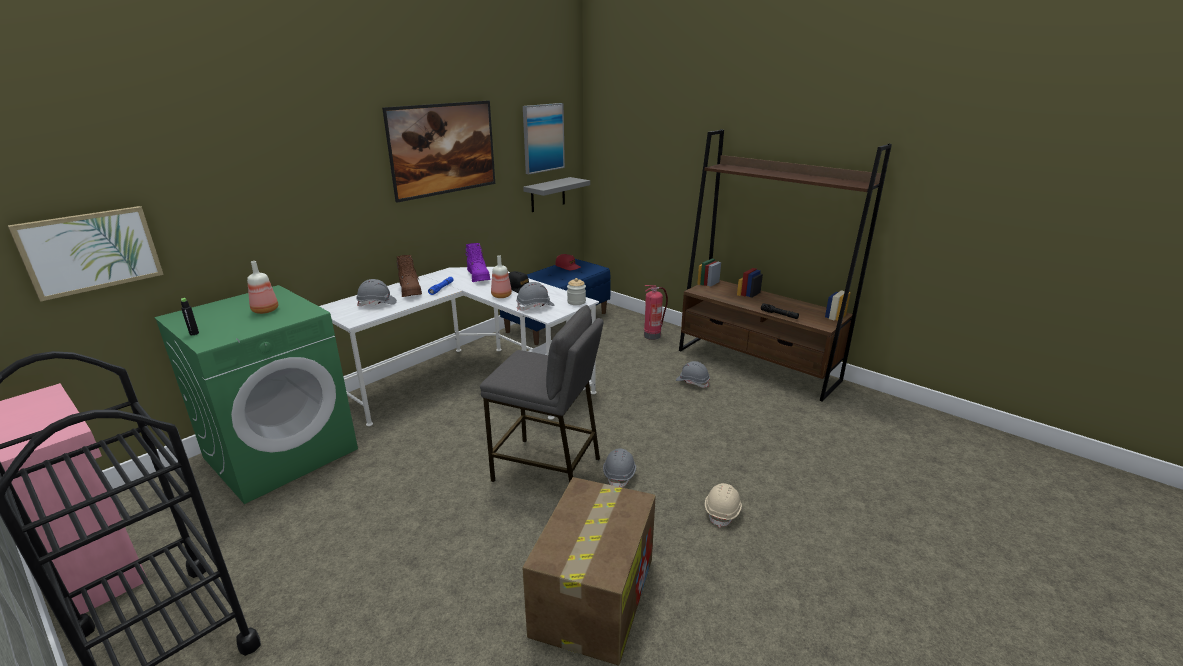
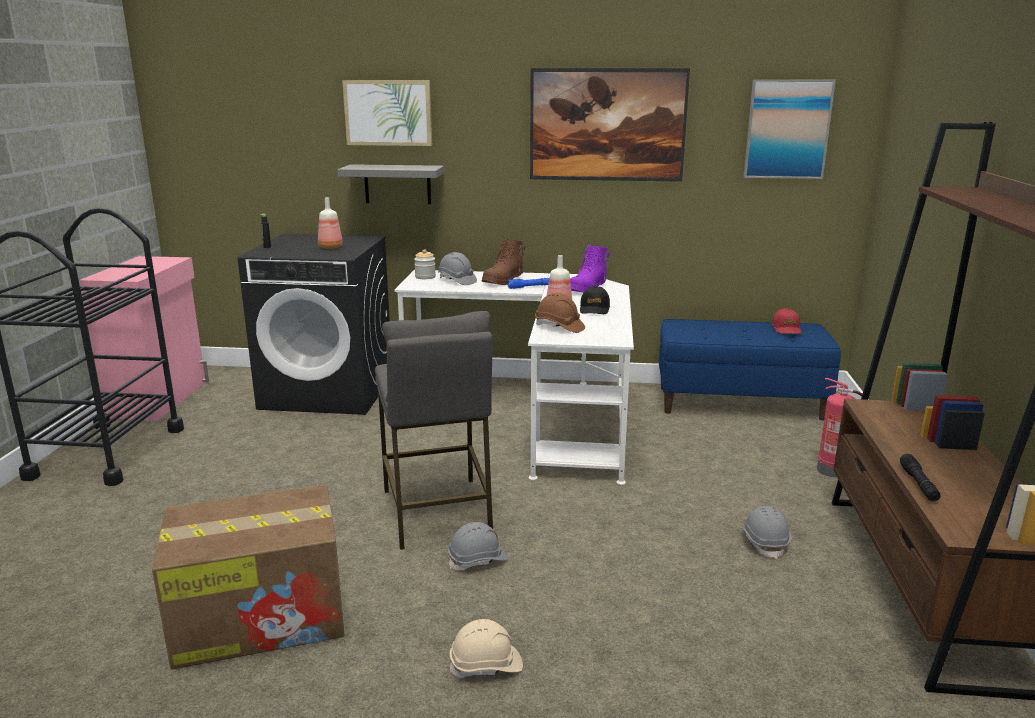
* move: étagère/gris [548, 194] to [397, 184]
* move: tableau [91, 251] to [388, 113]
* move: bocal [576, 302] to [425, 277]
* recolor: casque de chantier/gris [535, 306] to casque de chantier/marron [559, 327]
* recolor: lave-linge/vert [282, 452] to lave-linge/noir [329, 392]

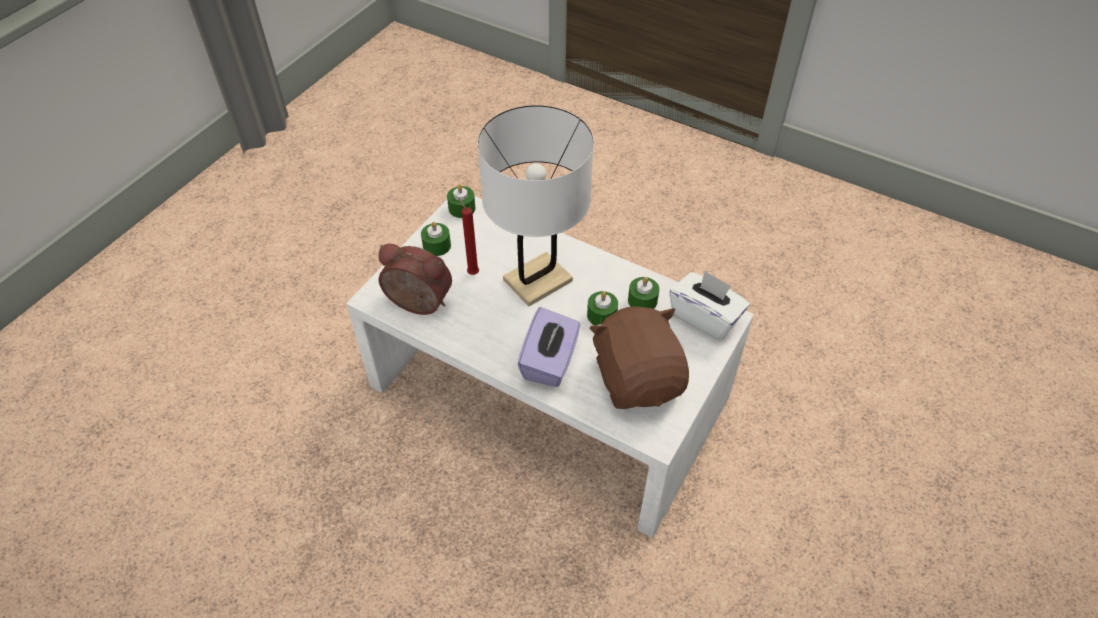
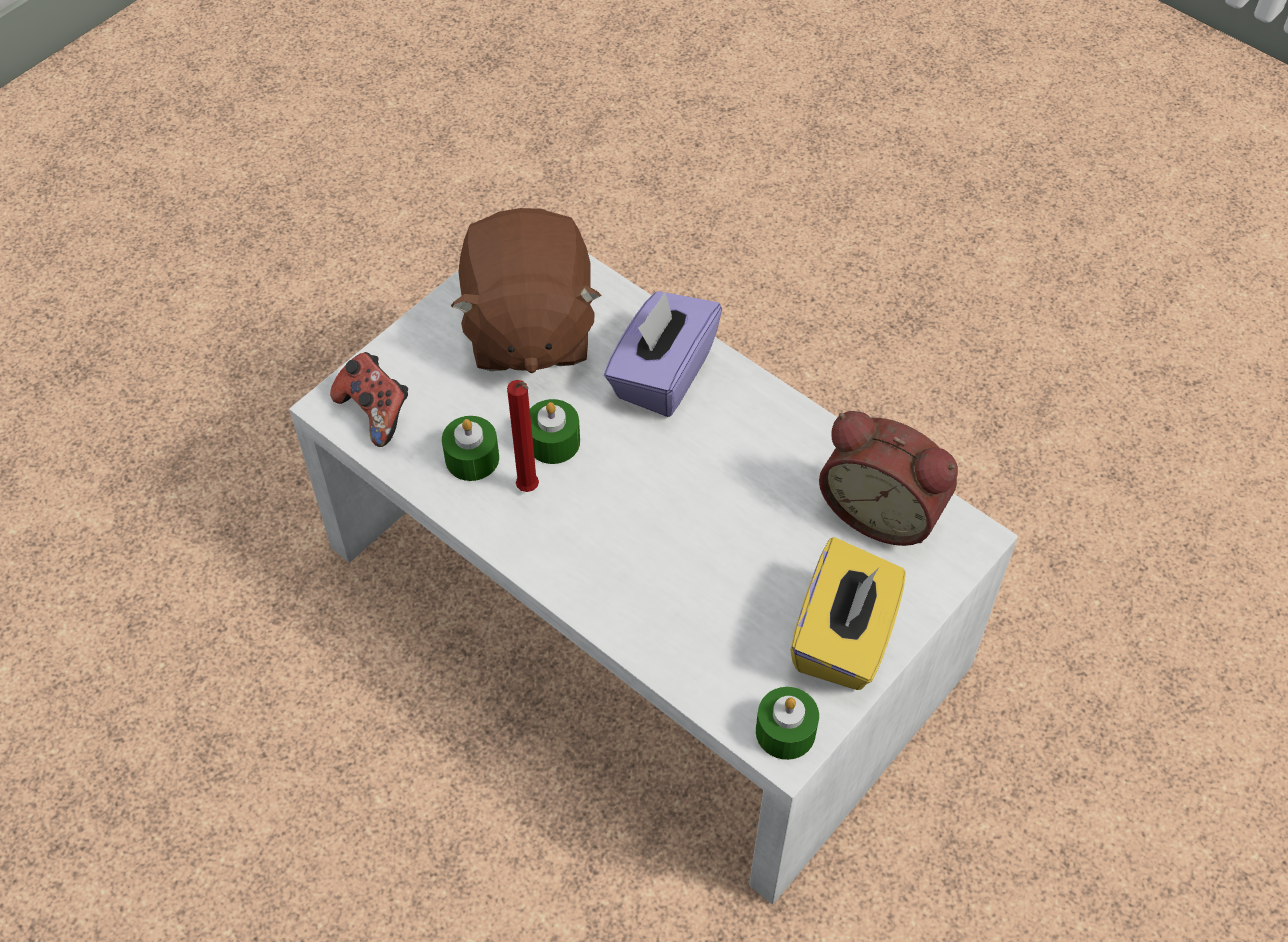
* delete: lampe de table/blanc [537, 280]
* move: bougie/rouge [472, 272] to [529, 490]
* replace: bougie/vert [437, 246] to boîte à mouchoirs/jaune [844, 638]
* replace: boîte à mouchoirs/blanc [705, 317] to manette [375, 412]

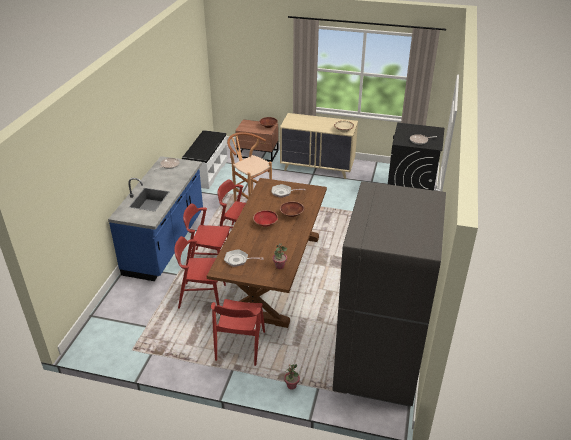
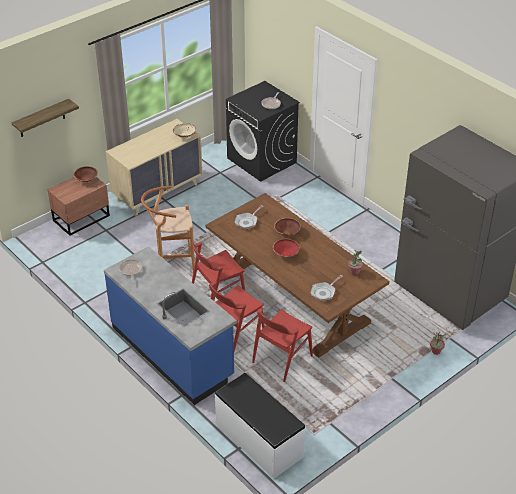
* move: banc/blanc [206, 172] to [258, 440]
* delete: chaise/rouge [240, 346]
* insert: étagère [41, 118]

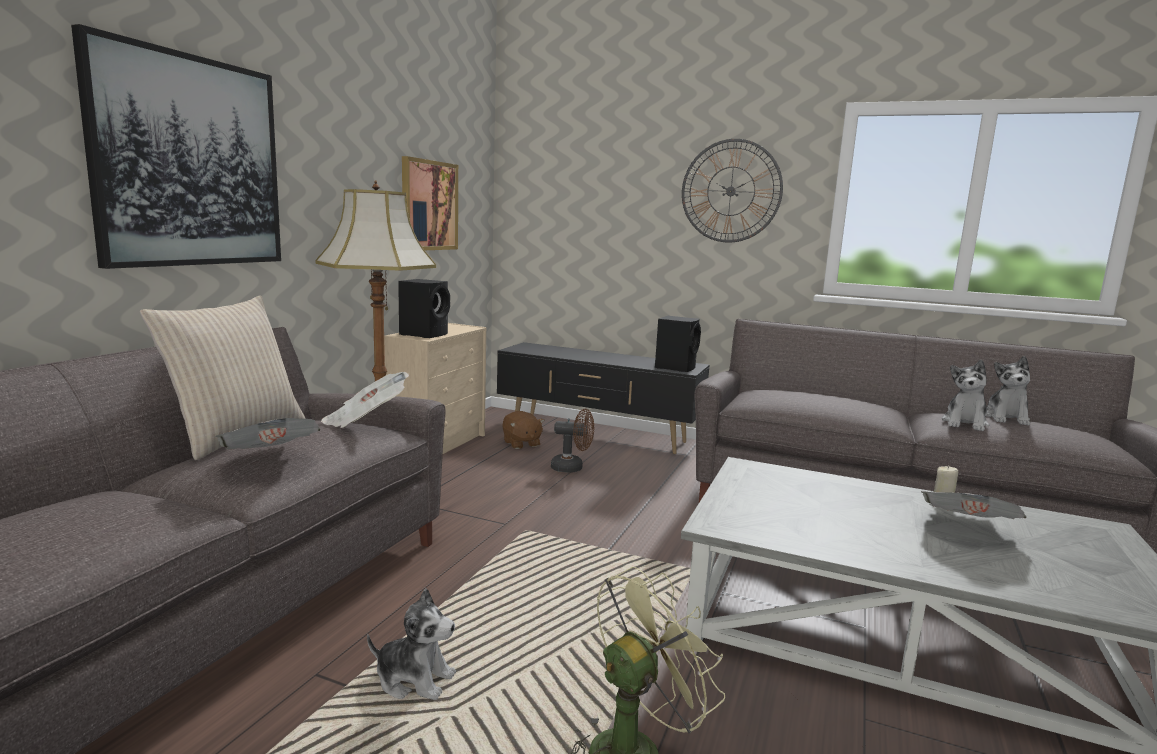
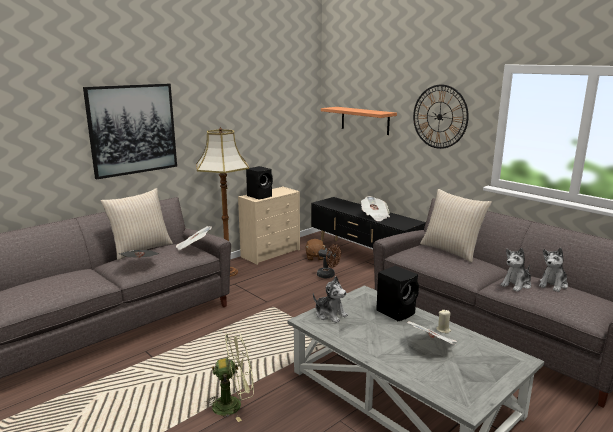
* delete: tableau [429, 205]
* move: enceinte/noir [676, 367] to [396, 312]
* move: peluche [414, 680] to [330, 314]
* insert: étagère [365, 120]
* insert: coussin/beige [451, 251]
* insert: journal [375, 216]

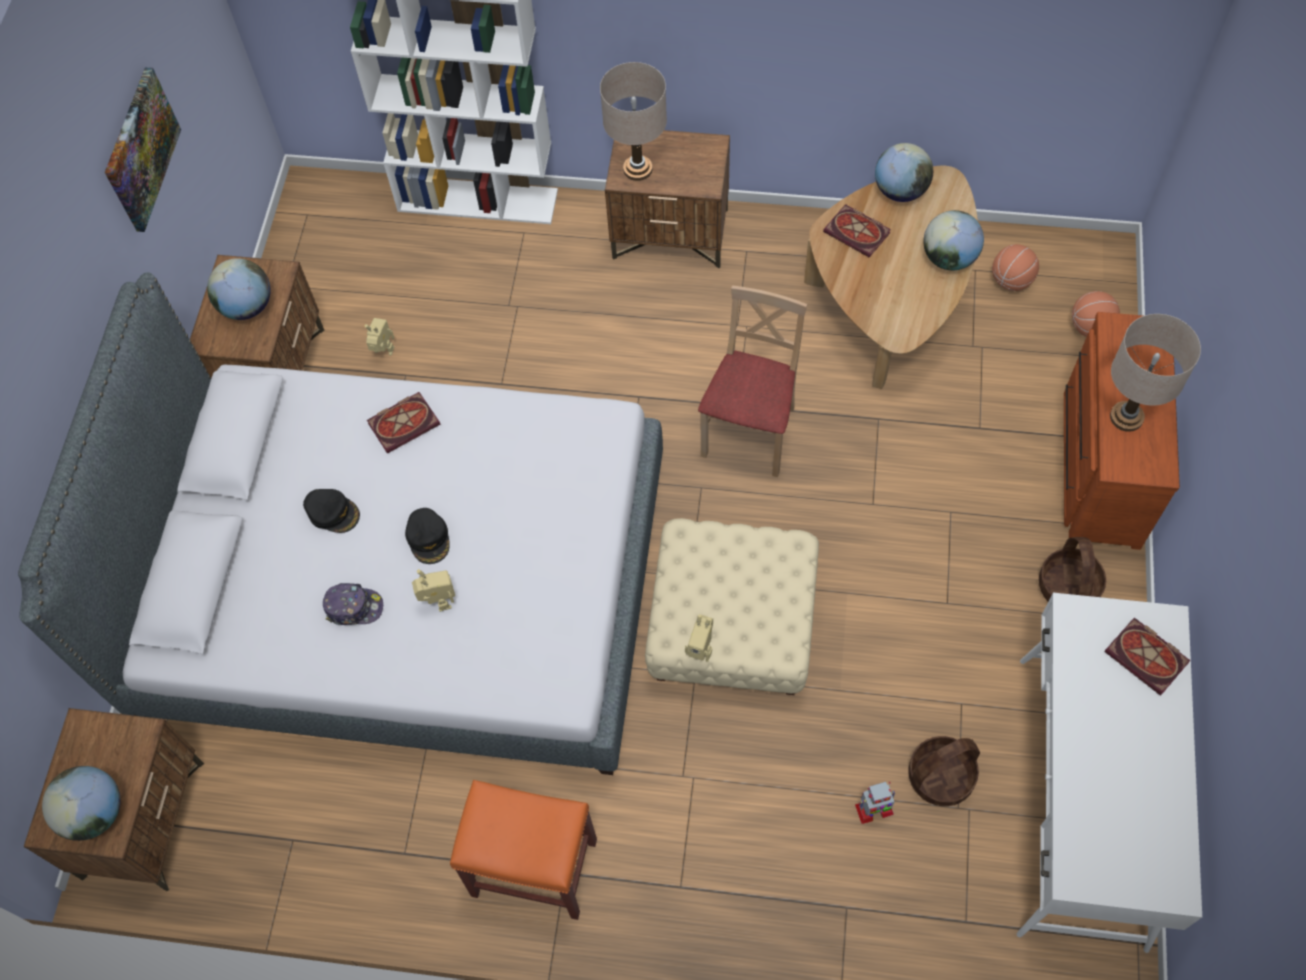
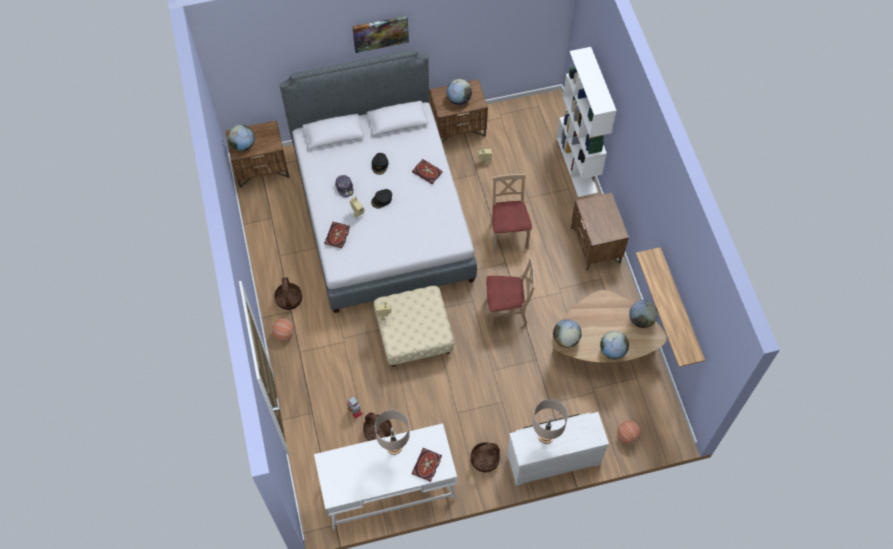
* move: lampe de table/beige [638, 169] to [394, 447]
* move: tableau [140, 149] to [380, 33]
* move: livre [858, 233] to [337, 236]
* move: ballon de basket [1011, 281] to [284, 334]
* recolor: commode/marron [1098, 464] to commode/blanc [552, 457]
* replace: tabouret/orange [532, 868] to panier [289, 299]
* insert: chaise/beige [508, 234]
* insert: étagère [680, 307]
* insert: globe [566, 339]

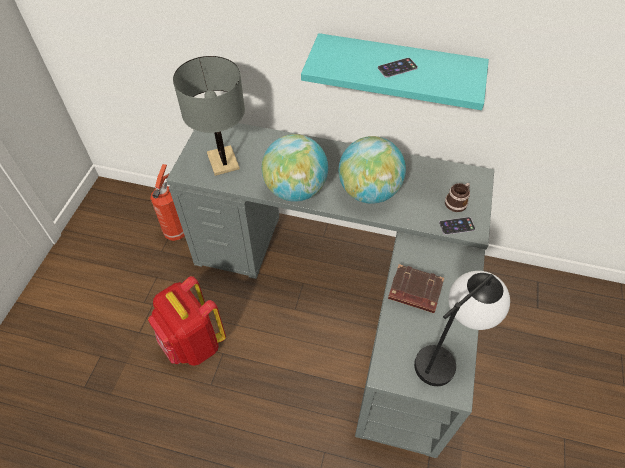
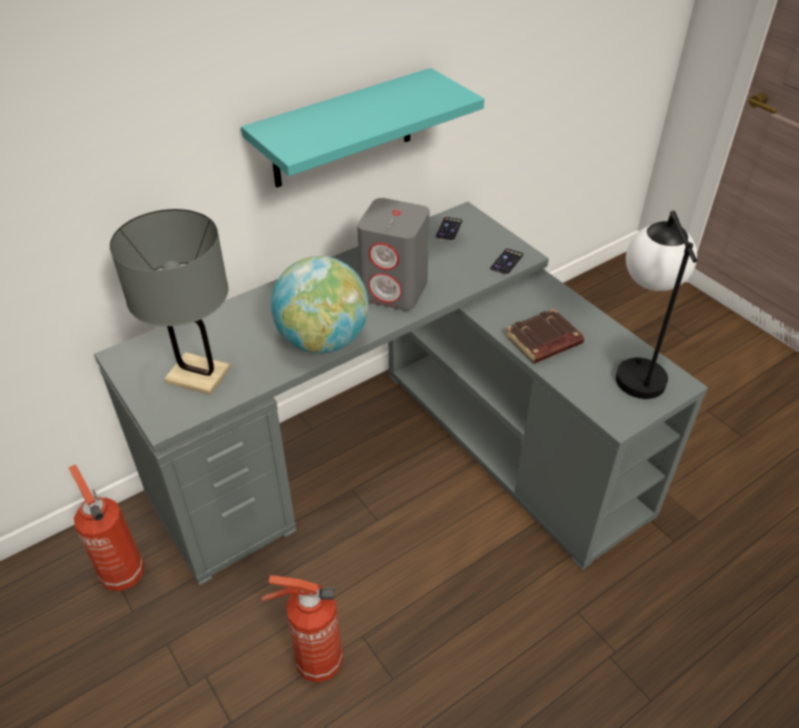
* move: téléphone [397, 68] to [448, 229]
* replace: globe [369, 191] to enceinte/gris [395, 290]
* delete: mug [457, 202]
* replace: sac à dos/rouge [193, 343] to extincteur [315, 661]

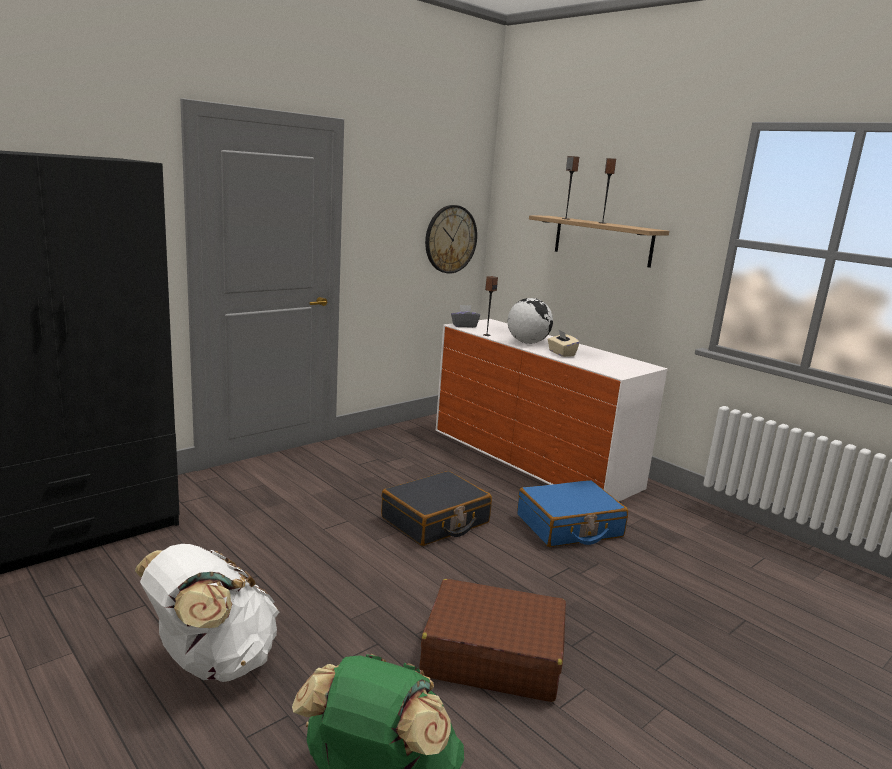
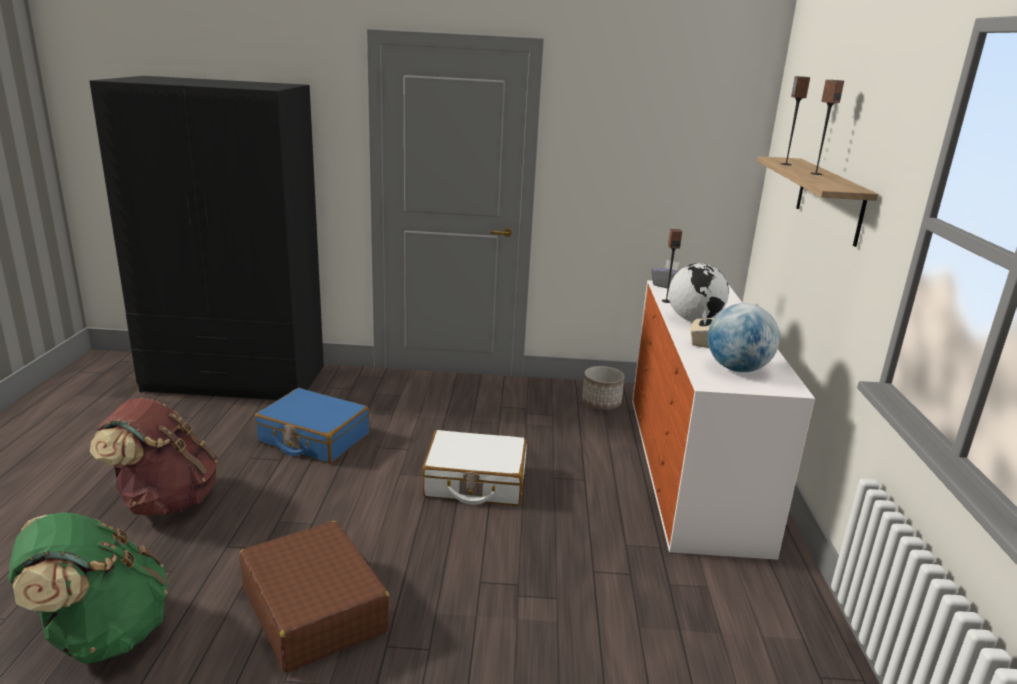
* delete: horloge murale [450, 239]
* recolor: valise/noir [435, 521] to valise/blanc [475, 482]
* move: valise/bleu [569, 526] to [313, 438]
* recolor: sac à dos/blanc [212, 662] to sac à dos/marron [165, 501]
* insert: globe [737, 369]
* insert: cache-pot [601, 403]

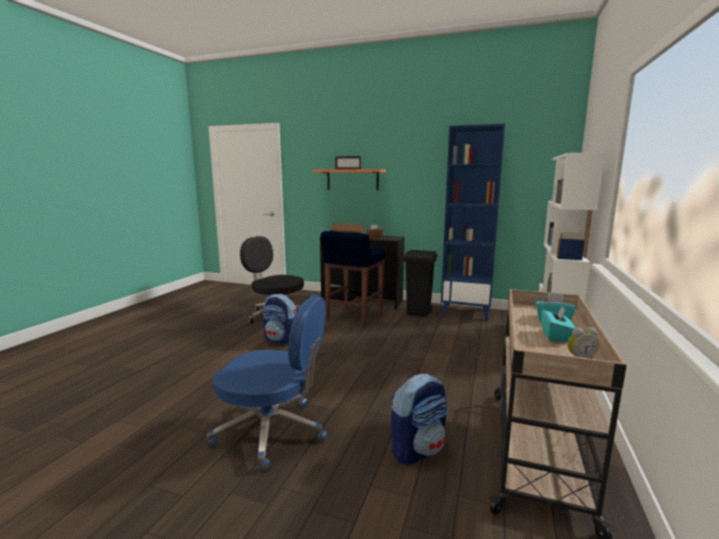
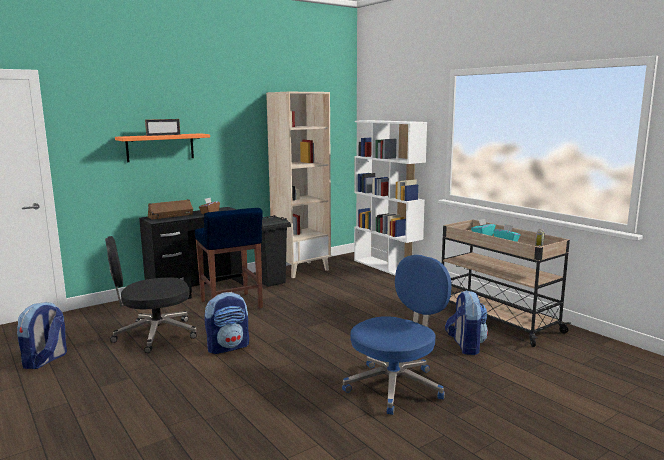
* recolor: bibliothèque/bleu [466, 312] to bibliothèque/beige [301, 269]
* insert: sac à dos [45, 360]

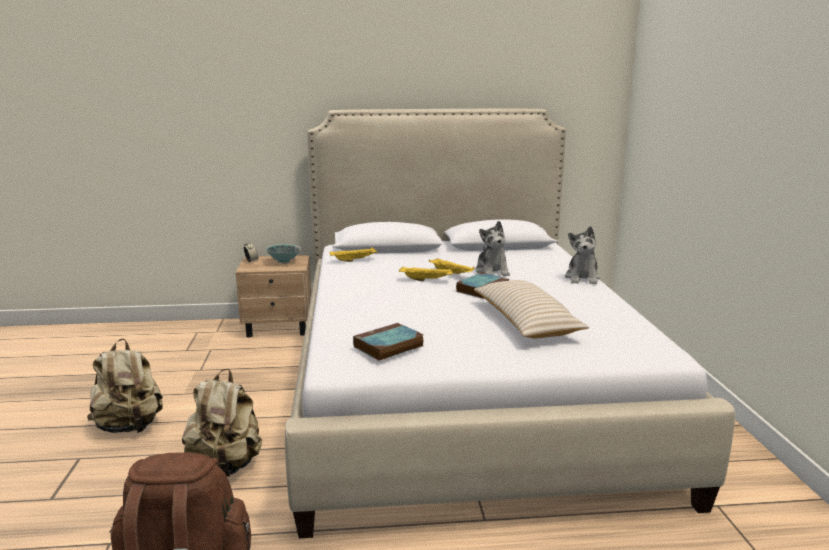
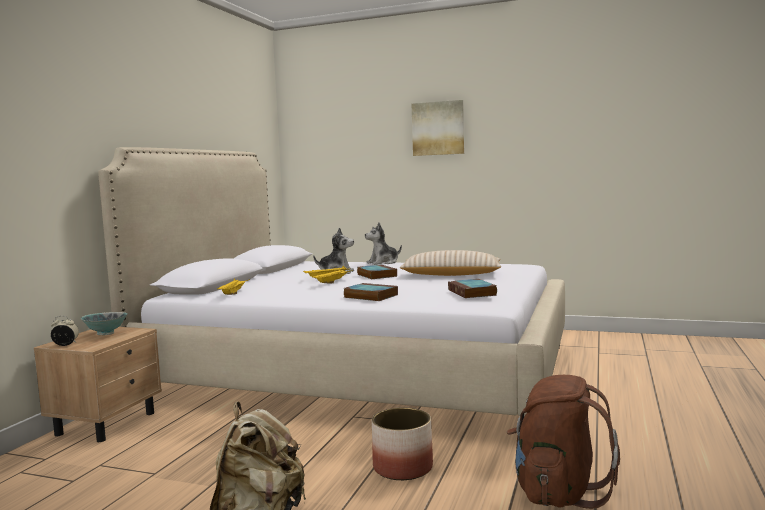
* rotate: peluche [582, 278] = [383, 262] 120 degrees clockwise
* replace: sac à dos/beige [226, 465] to cache-pot [402, 467]
* insert: tableau [438, 128]
* insert: livre [369, 296]

